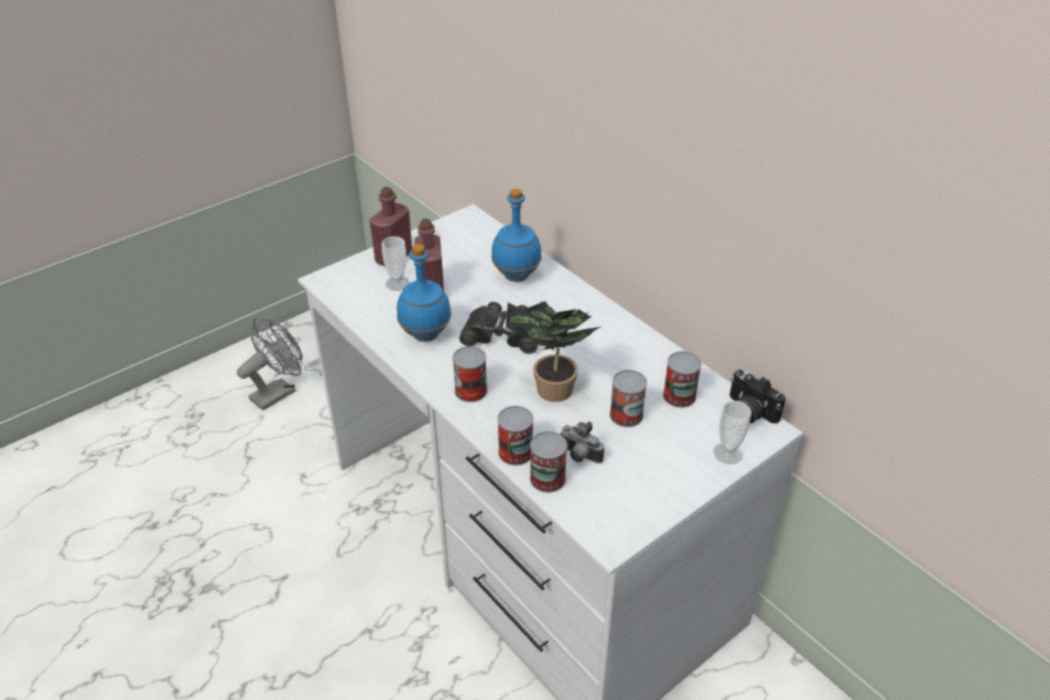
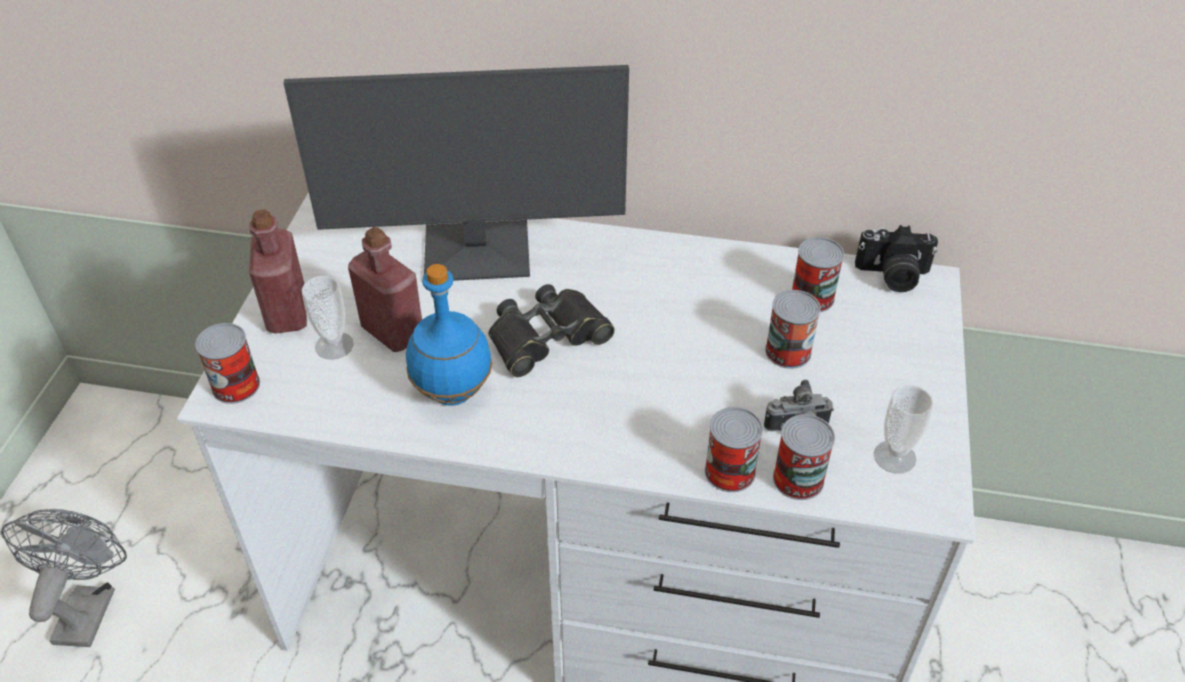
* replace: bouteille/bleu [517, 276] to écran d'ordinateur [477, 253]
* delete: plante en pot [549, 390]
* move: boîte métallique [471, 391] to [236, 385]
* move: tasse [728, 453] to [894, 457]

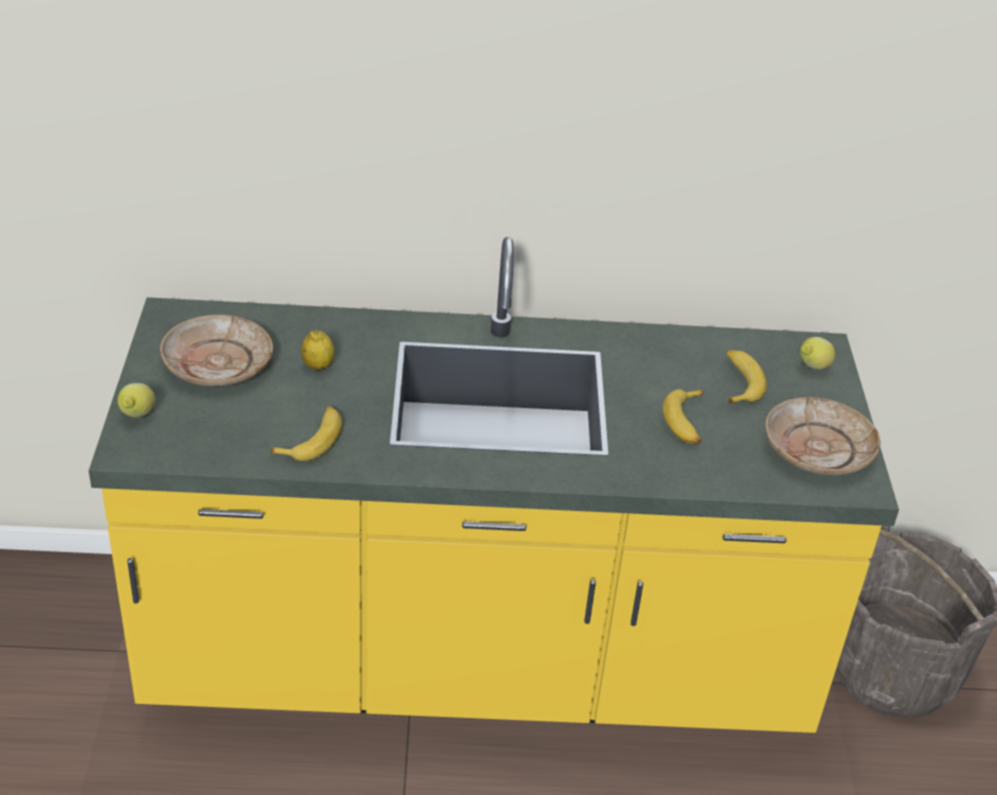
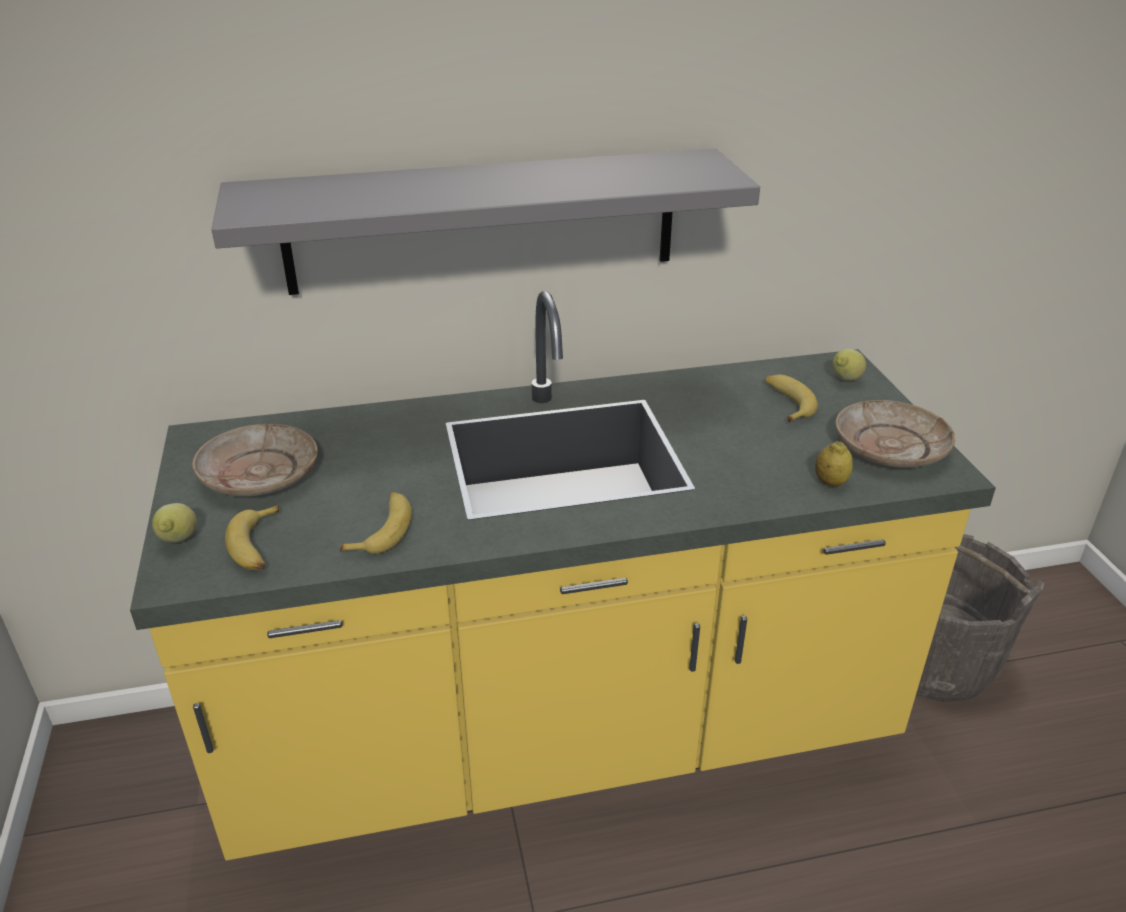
* move: citron [318, 366] to [830, 482]
* move: banane [687, 423] to [257, 546]
* insert: étagère/gris [482, 221]

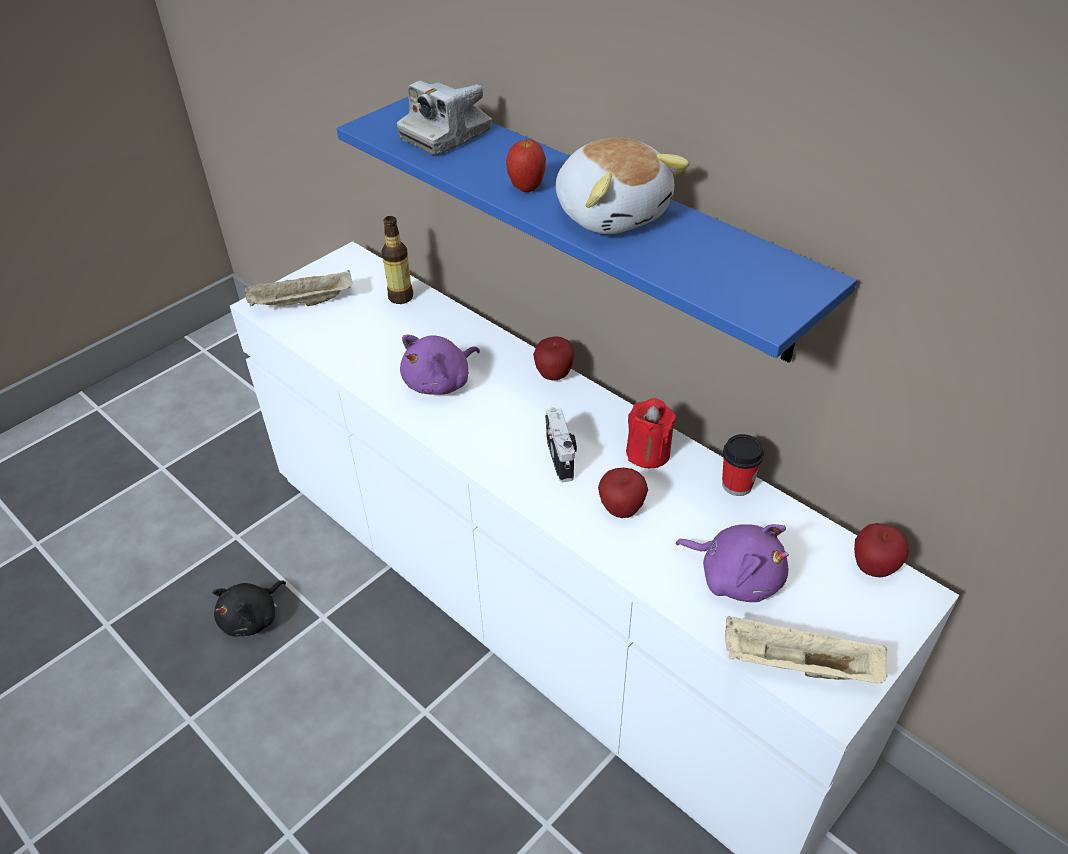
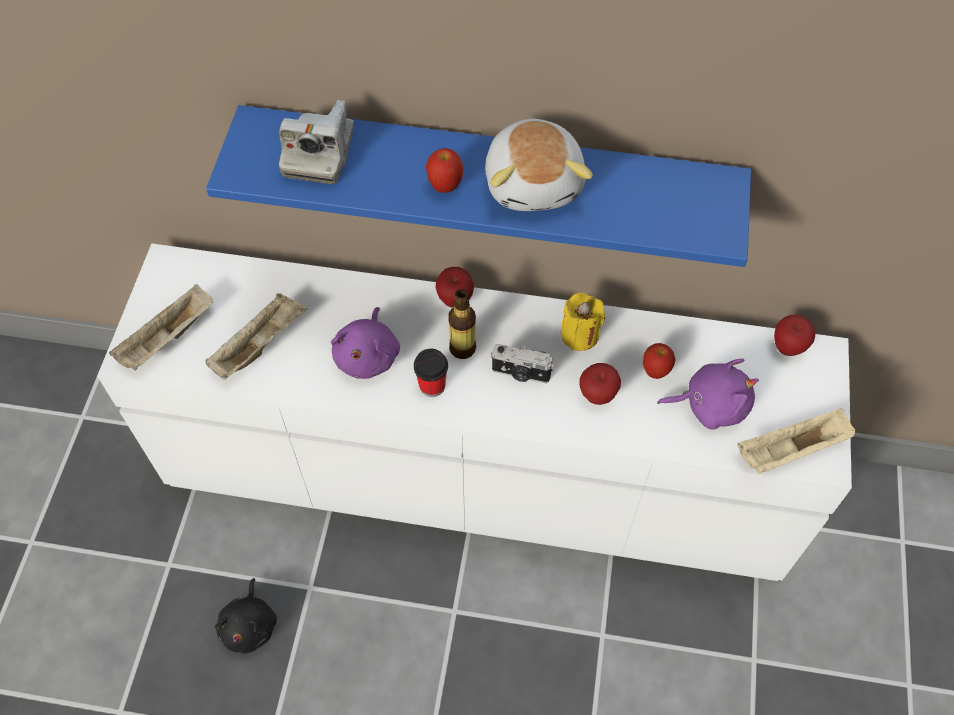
* rotate: peluche [612, 213] = [534, 182] 60 degrees clockwise
* move: bouteille [401, 297] to [462, 348]
* recolor: bougie/rouge [648, 453] to bougie/jaune [580, 334]
* rotate: appareil photo [562, 457] = [520, 374] 150 degrees clockwise
* move: tasse [737, 485] to [432, 385]
* insert: plateau/beige [260, 344]
* insert: pomme [655, 371]

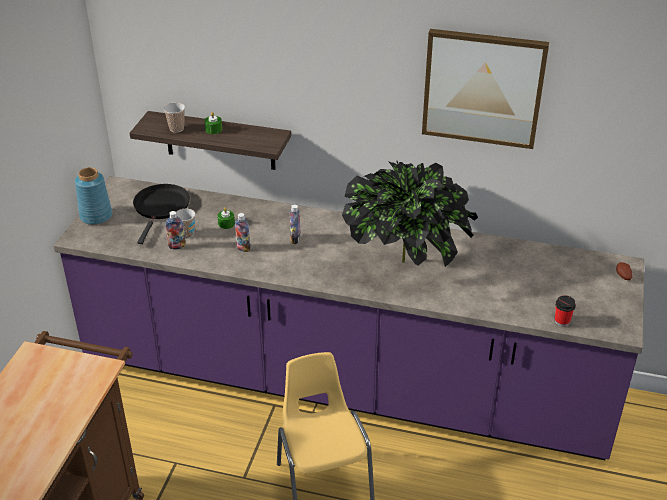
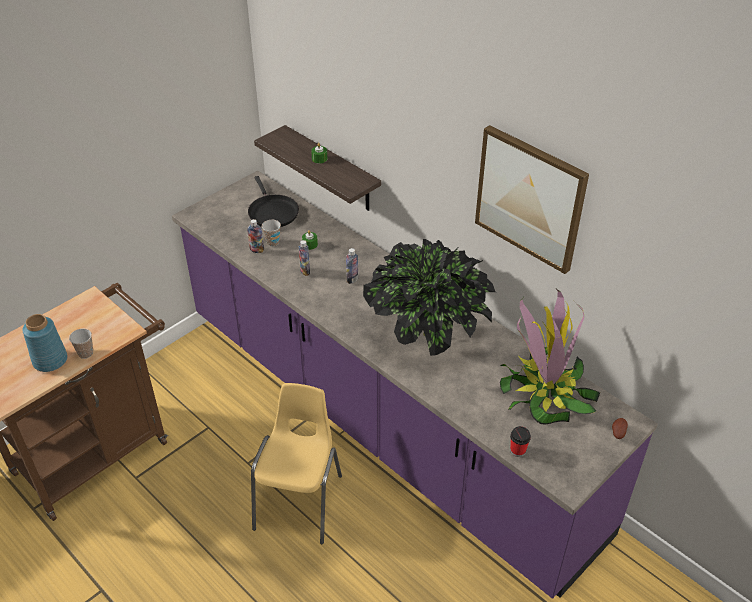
* move: tasse [176, 129] to [86, 353]
* move: vase/bleu [95, 216] to [49, 360]
* rotate: poêle/noir [161, 208] = [272, 212] 120 degrees clockwise
* insert: plante en pot [544, 393]

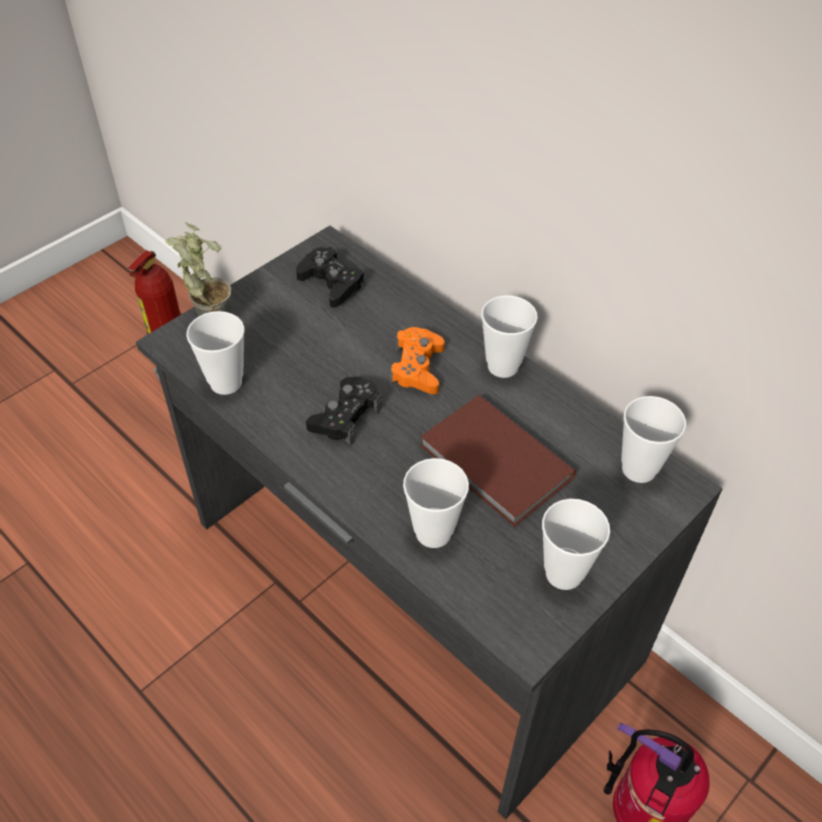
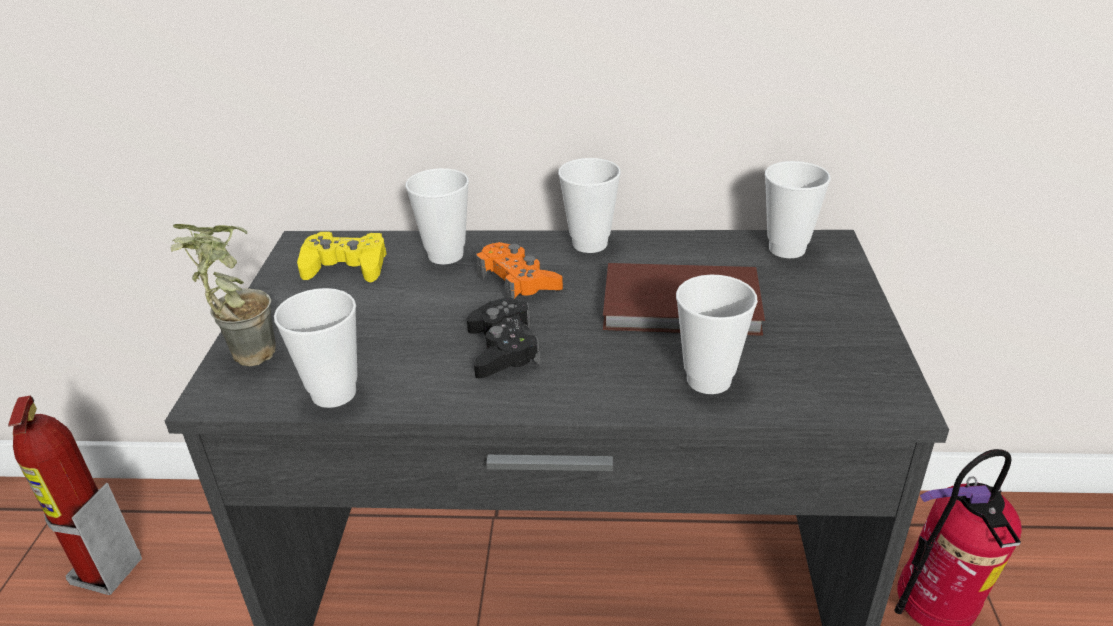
* recolor: manette/noir [331, 283] to manette/jaune [346, 266]
* move: tasse [564, 573] to [445, 255]

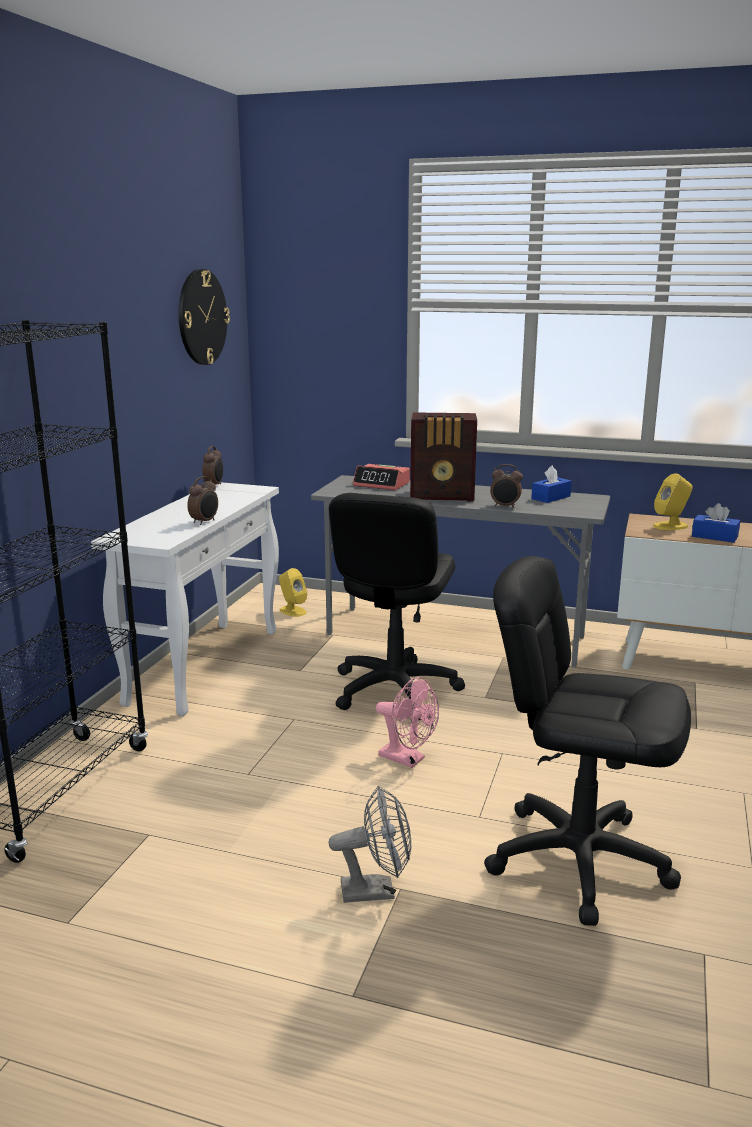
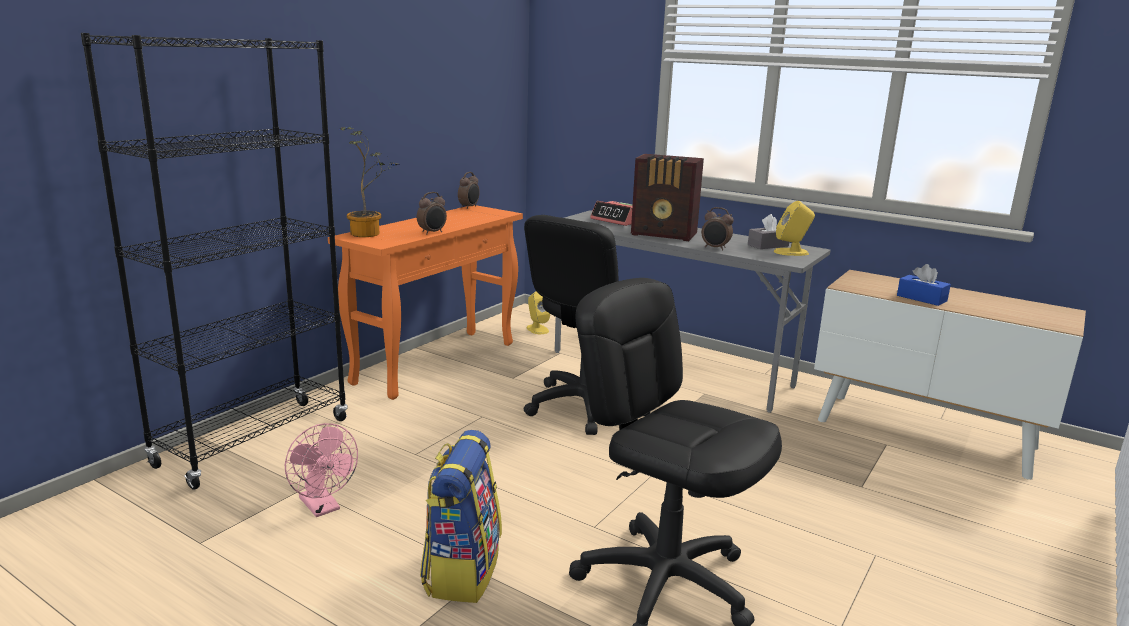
* delete: horloge murale [202, 317]
* recolor: boîte à mouchoirs/bleu [551, 497] to boîte à mouchoirs/gris [768, 245]
* move: enceinte/jaune [671, 526] to [791, 252]
* recolor: table console/blanc [205, 665] to table console/orange [436, 362]
* move: ventilateur/rose [408, 759] to [323, 507]
* replace: ventilateur/gris [376, 890] to sac à dos [461, 570]
* insert: plante en pot [369, 233]

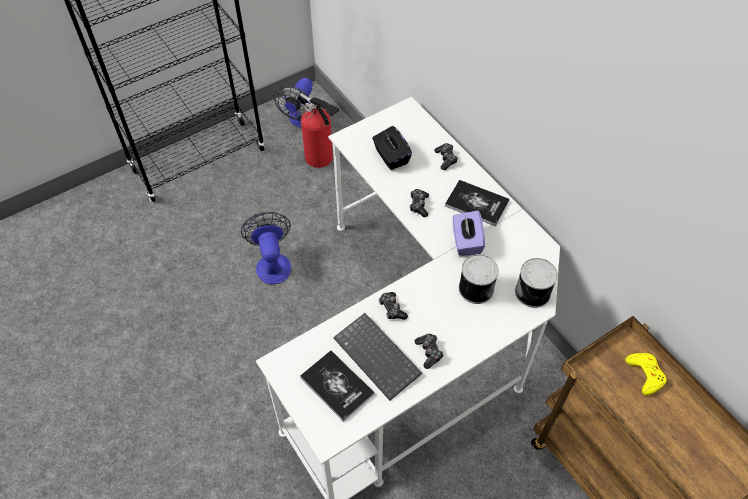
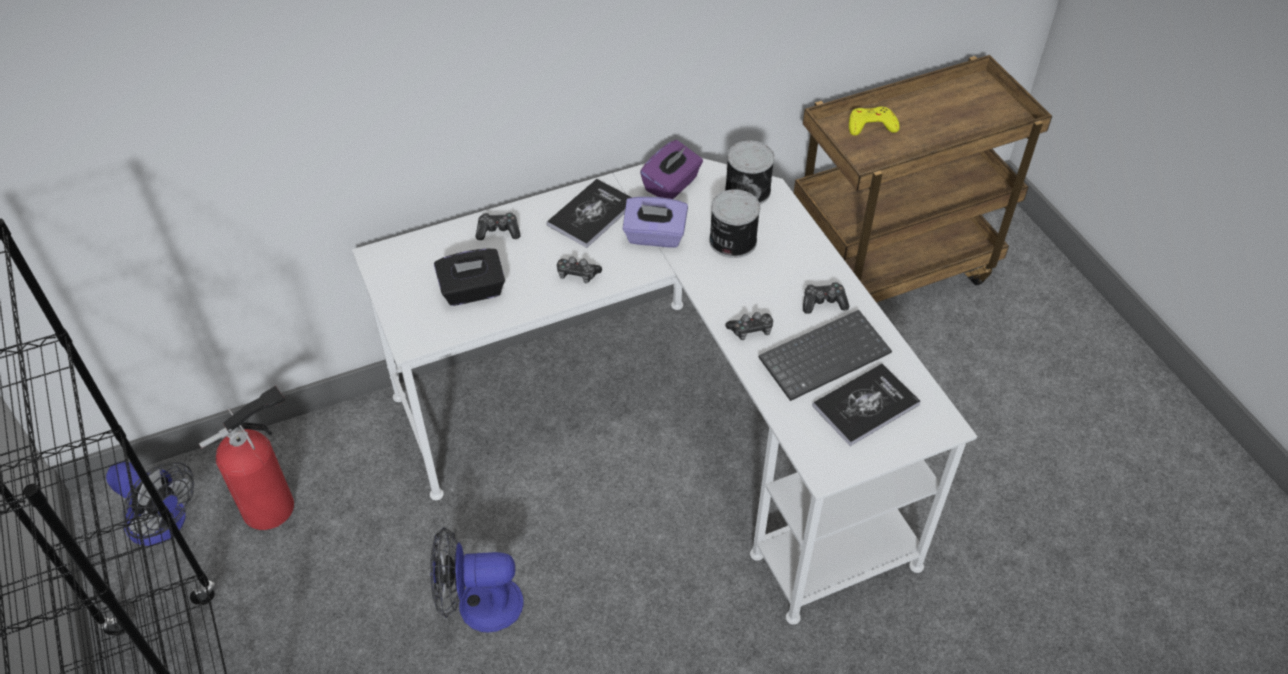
* insert: boîte à mouchoirs/violet [671, 185]

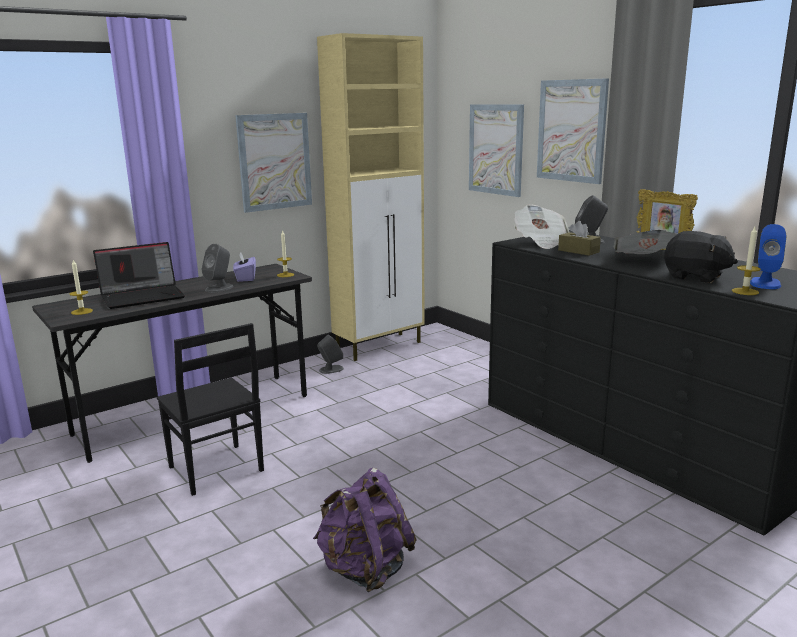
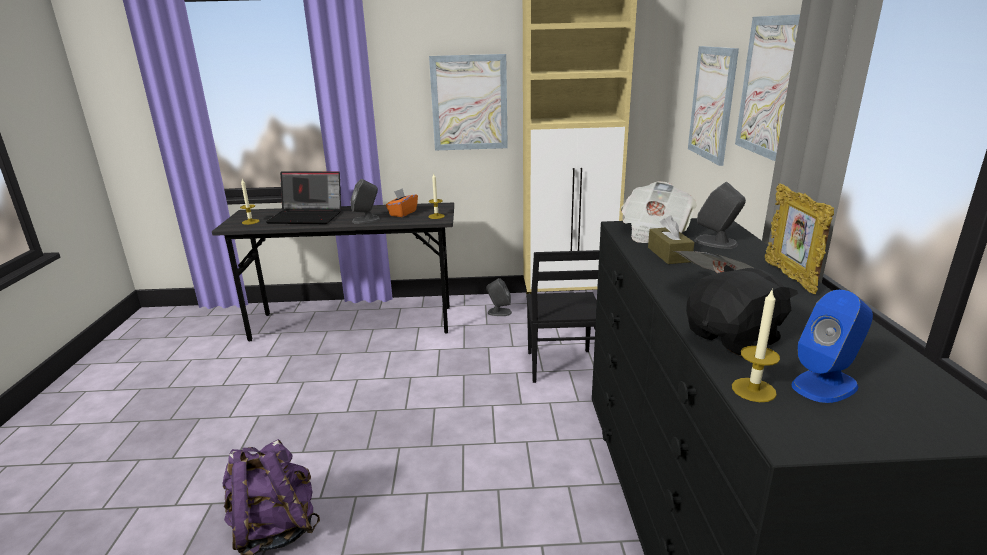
* rotate: peluche/noir [695, 277] = [734, 338] 105 degrees counterclockwise
* recolor: boîte à mouchoirs/violet [245, 278] to boîte à mouchoirs/orange [402, 213]
* move: chaise/noir [215, 470] to [560, 366]

